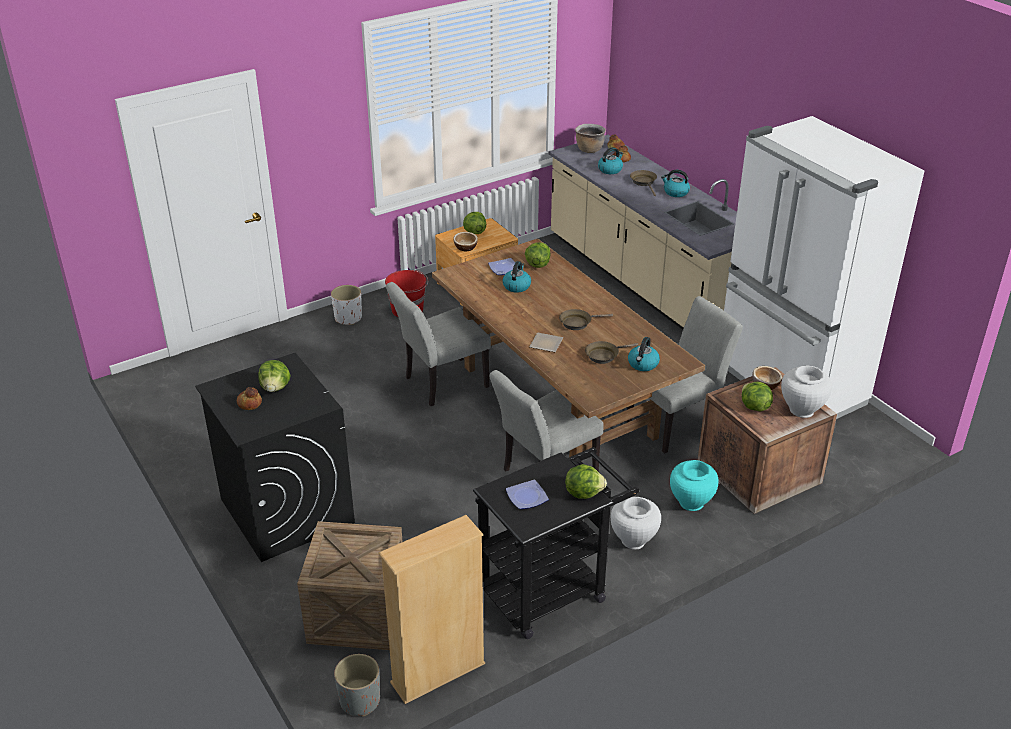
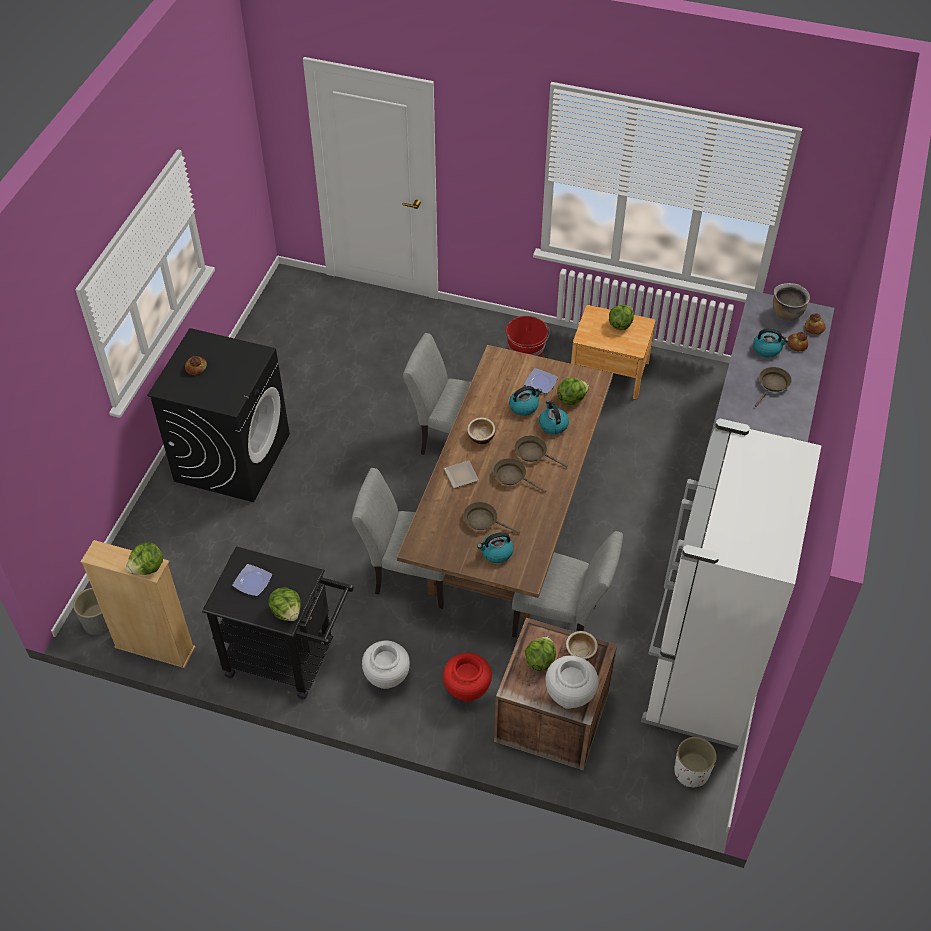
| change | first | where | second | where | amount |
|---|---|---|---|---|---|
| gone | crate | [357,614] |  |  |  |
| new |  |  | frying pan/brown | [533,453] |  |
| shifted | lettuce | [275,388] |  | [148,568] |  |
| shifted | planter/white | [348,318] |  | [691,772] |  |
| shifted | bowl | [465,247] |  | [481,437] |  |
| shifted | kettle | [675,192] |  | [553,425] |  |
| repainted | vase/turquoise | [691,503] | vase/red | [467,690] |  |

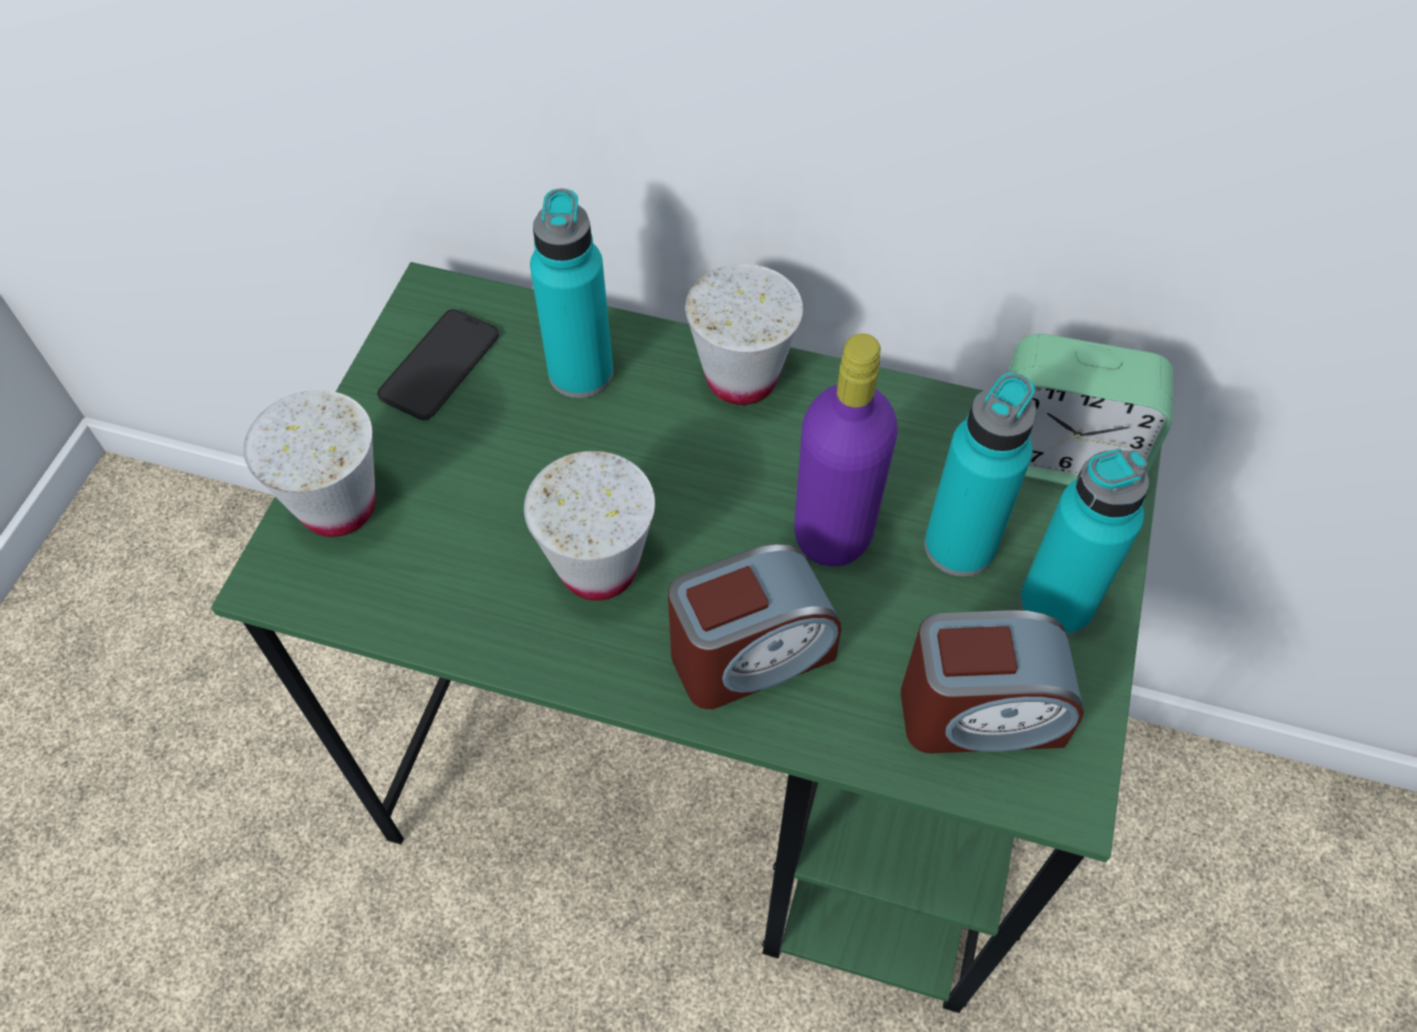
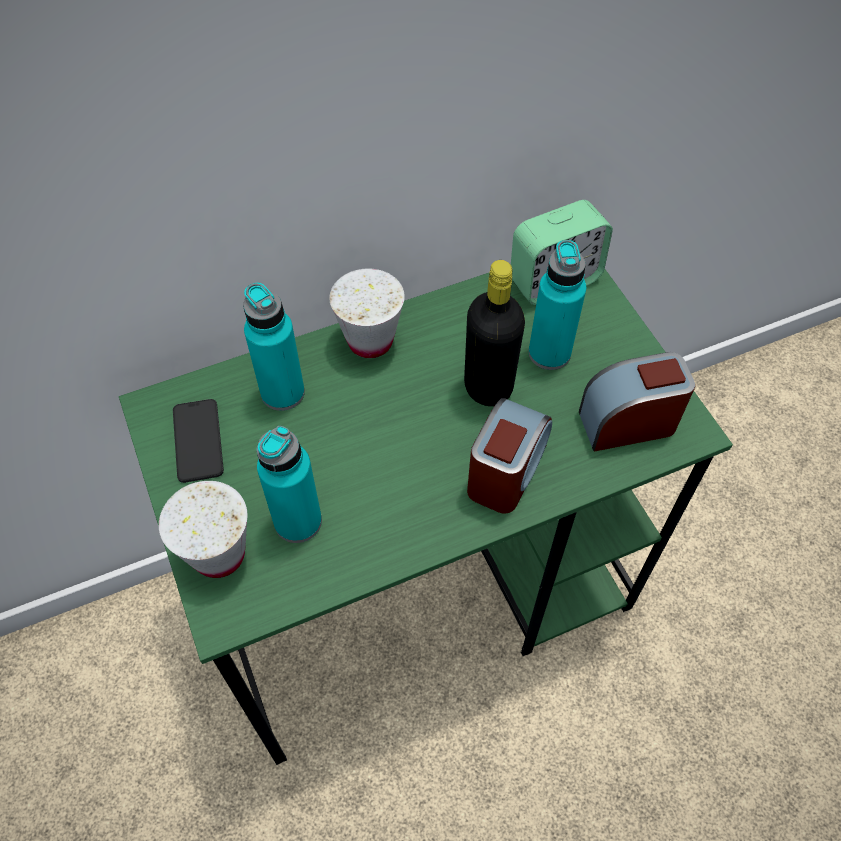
| change | first | where | second | where | amount |
|---|---|---|---|---|---|
| gone | cup/white | [598,568] |  |  |  |
| shifted | bottle/turquoise | [1055,605] |  | [298,521] |  |
| repainted | bottle/purple | [833,533] | bottle/black | [488,387] |  |
| rotated | alarm clock | [980,712] |  | [628,422] | 150 degrees counterclockwise |

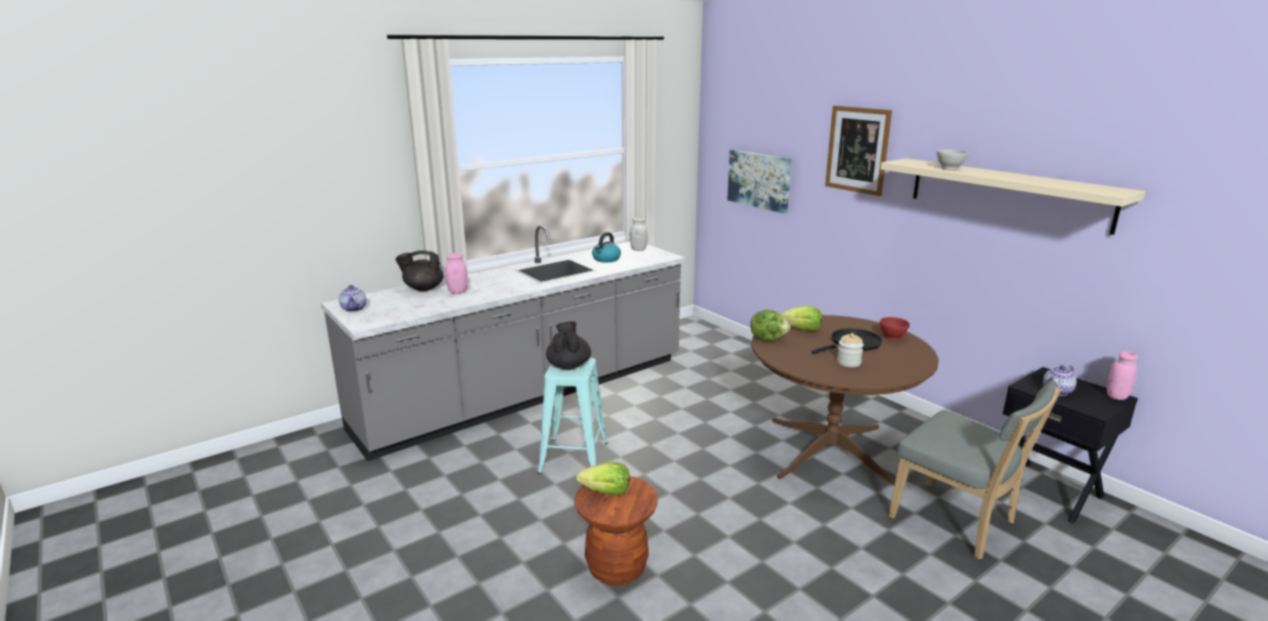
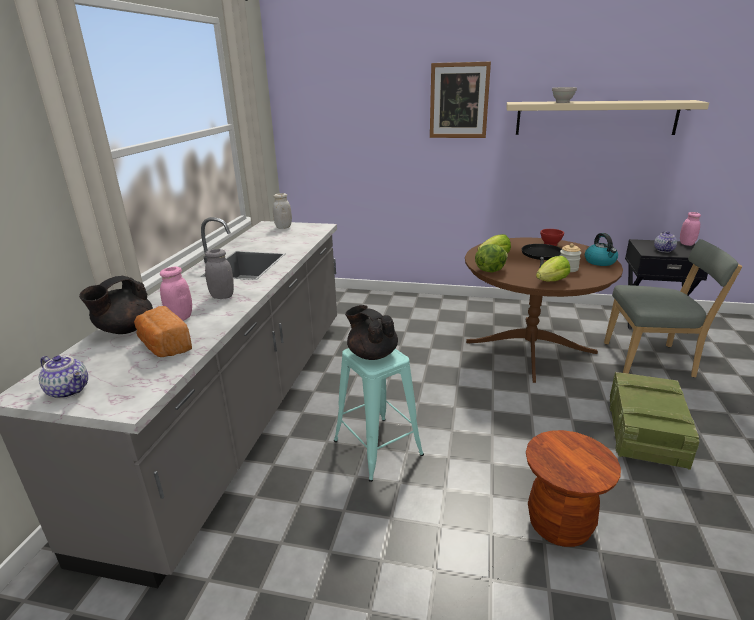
| change | first | where | second | where | amount |
|---|---|---|---|---|---|
| gone | picture | [759,180] |  |  |  |
| new |  |  | bread | [164,346] |  |
| new |  |  | jar/grey | [222,296] |  |
| new |  |  | crate | [644,433] |  |
| shifted | lettuce | [606,492] |  | [552,281] |  |
| shifted | kettle | [606,259] |  | [600,262] |  |

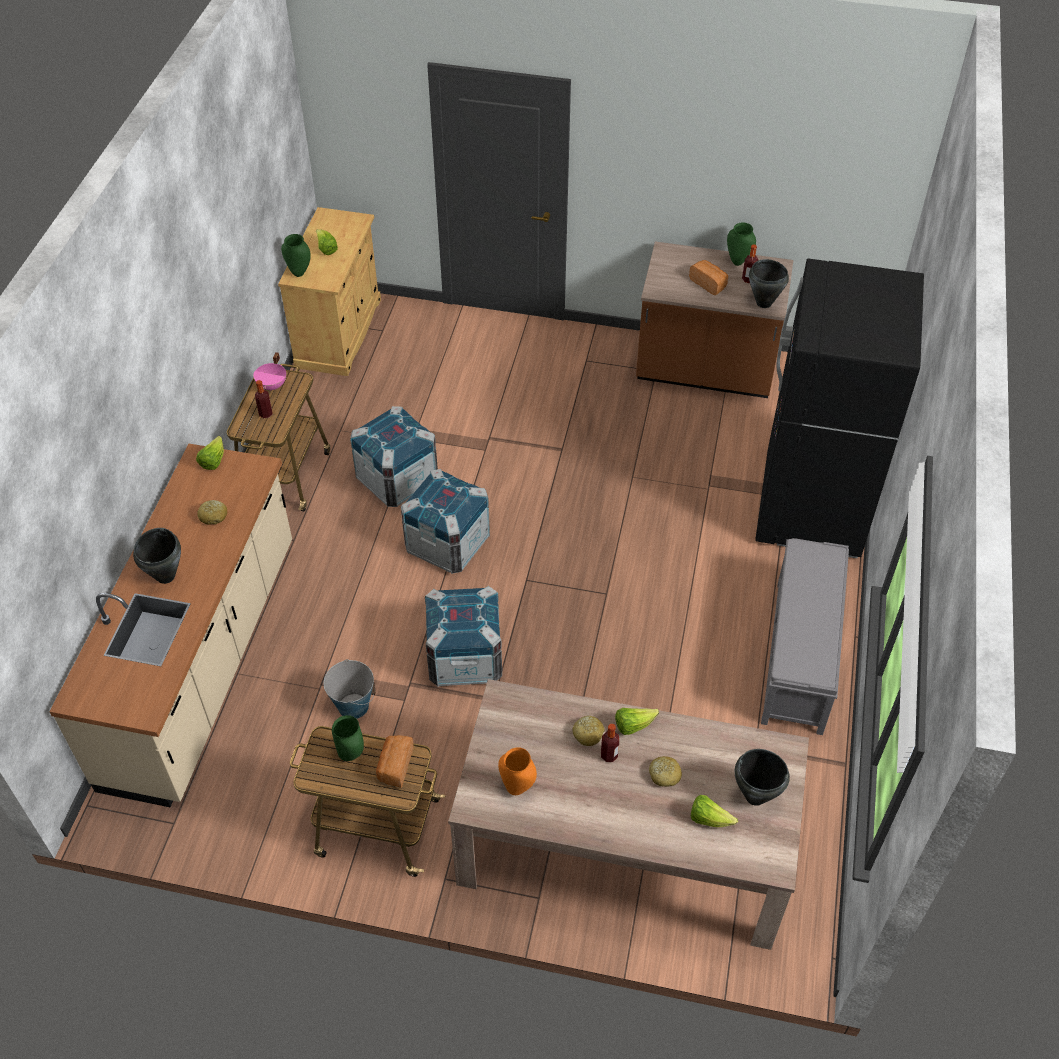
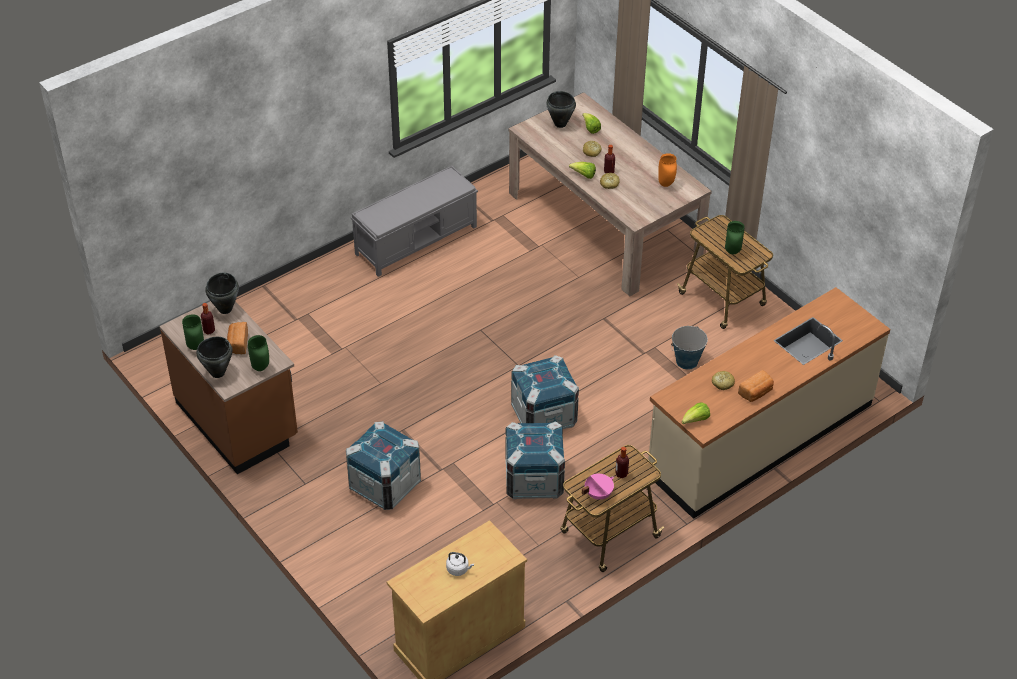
| change | first | where | second | where | amount |
|---|---|---|---|---|---|
| gone | fridge/black | [811,507] |  |  |  |
| shifted | cooking pot/black | [166,576] |  | [217,373] |  |
| shifted | vase/green | [299,273] |  | [261,367] |  |
| shifted | bread | [394,766] |  | [756,393] |  |
| shifted | crate | [465,658] |  | [385,485] |  |
| swapped | lettuce | [326,249] | kettle/white | [459,569] |  |

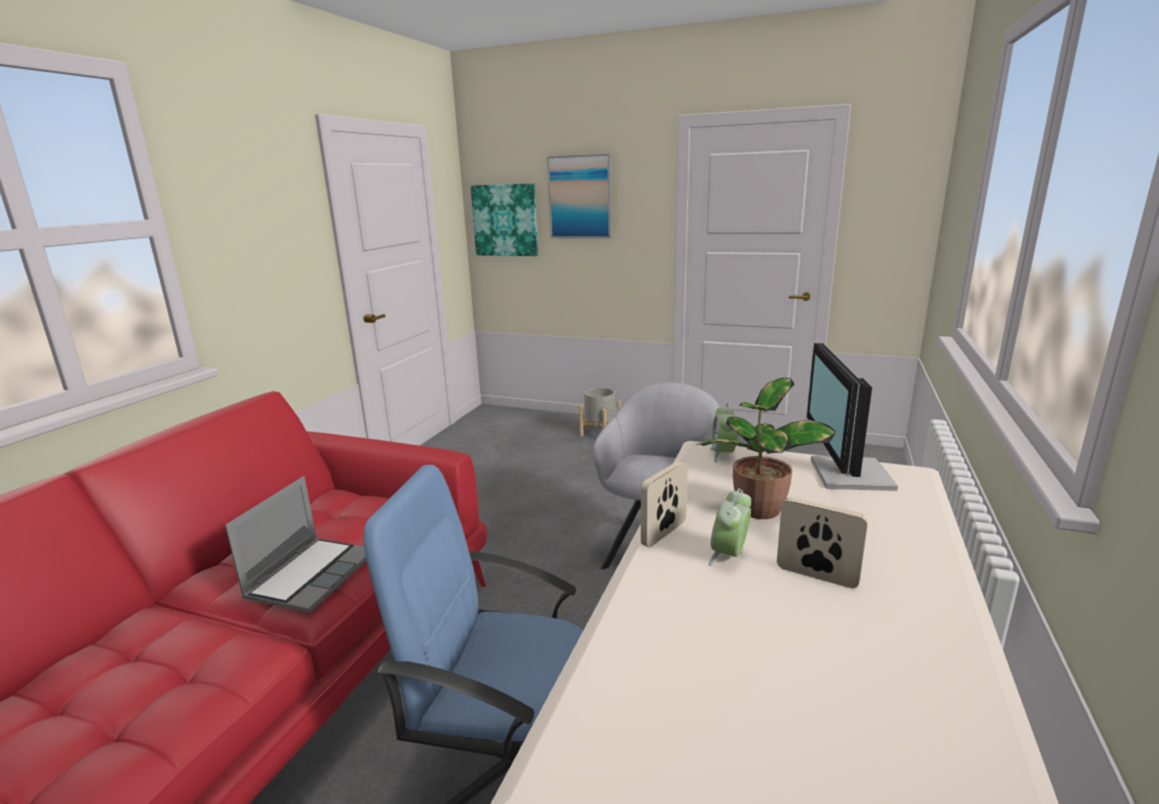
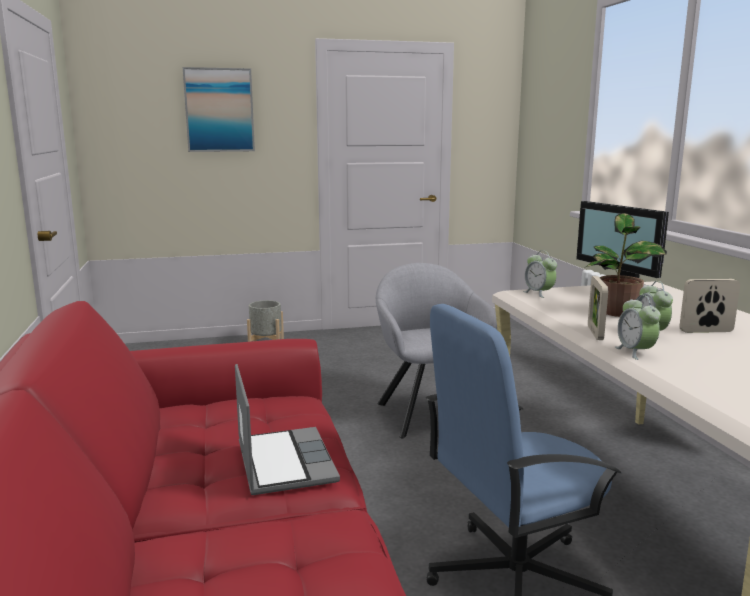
| change | first | where | second | where | amount |
|---|---|---|---|---|---|
| gone | picture | [505,220] |  |  |  |
| new |  |  | alarm clock | [635,352] |  |

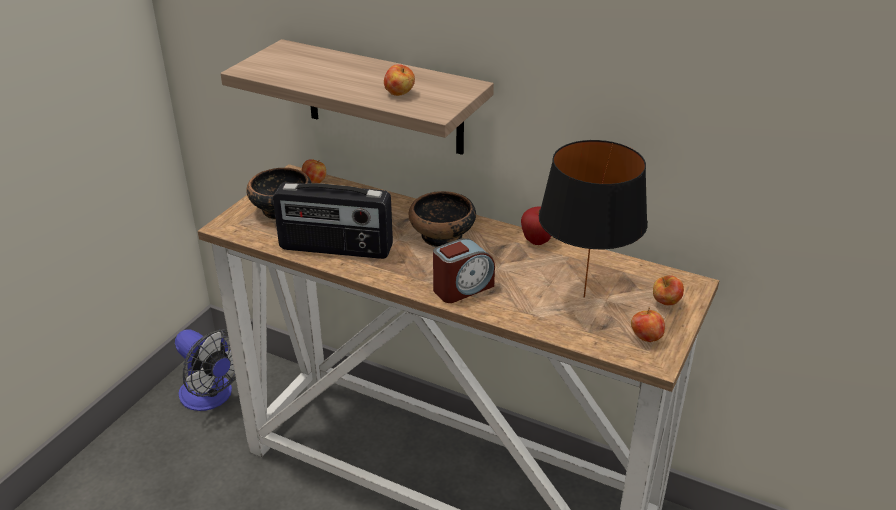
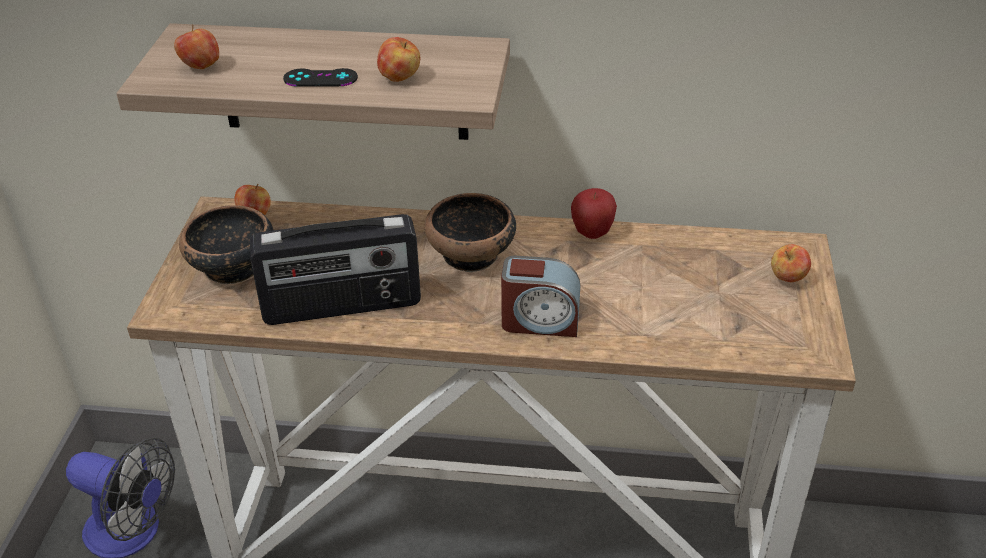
| change | first | where | second | where | amount |
|---|---|---|---|---|---|
| gone | table lamp/black | [583,296] |  |  |  |
| new |  |  | game controller/black | [320,78] |  |
| shifted | apple | [645,338] |  | [201,67] |  |
| rotated | alarm clock | [462,288] |  | [540,321] | 60 degrees clockwise |

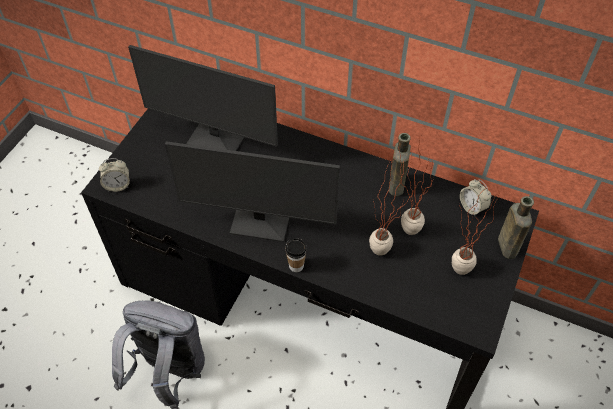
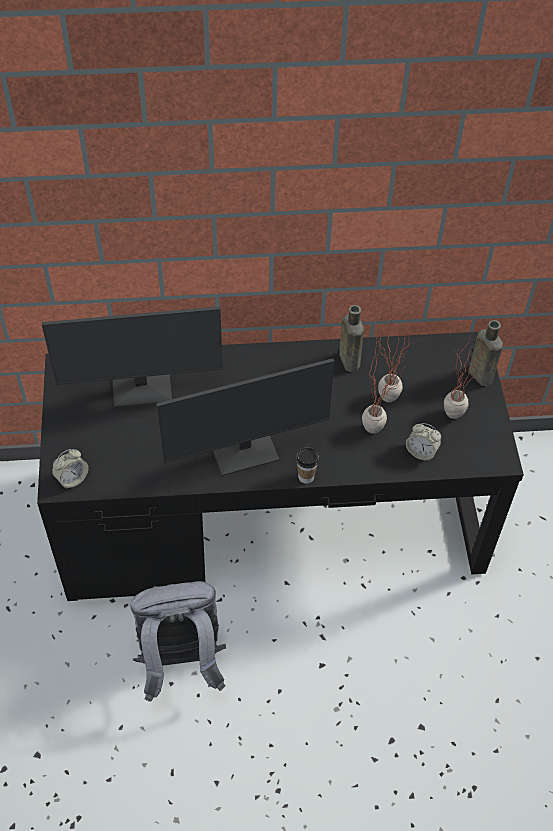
| change | first | where | second | where | amount |
|---|---|---|---|---|---|
| shifted | alarm clock | [472,207] |  | [421,452] |  |

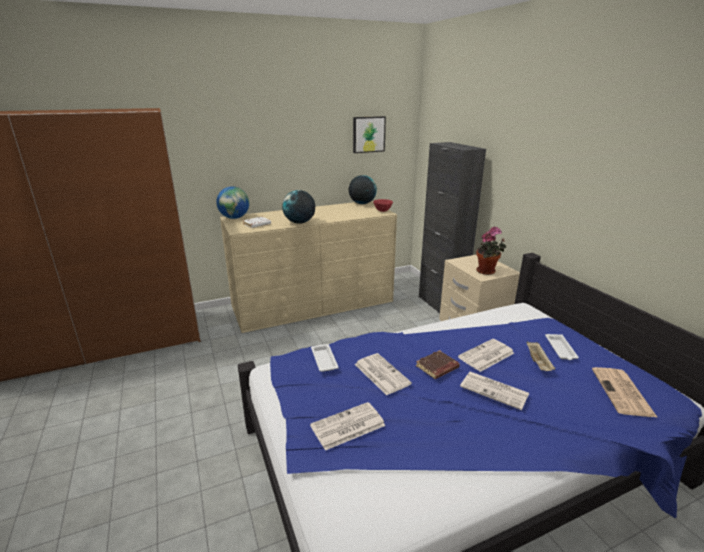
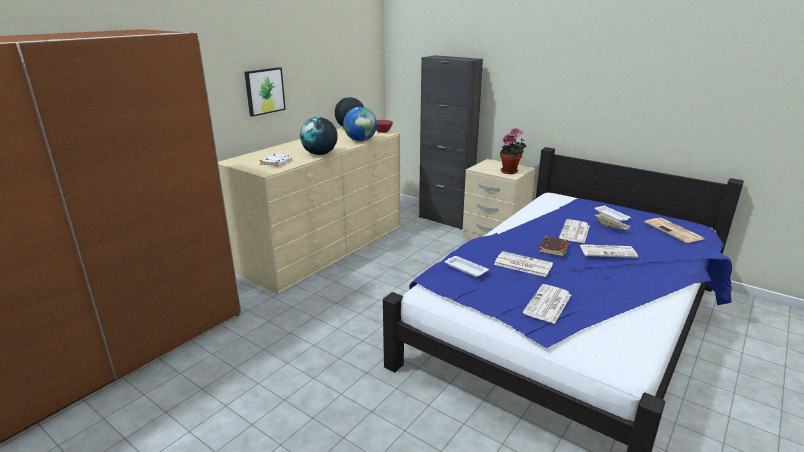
| change | first | where | second | where | amount |
|---|---|---|---|---|---|
| shifted | globe | [234,218] |  | [360,140] |  |
| shifted | picture | [368,134] |  | [264,91] |  |

